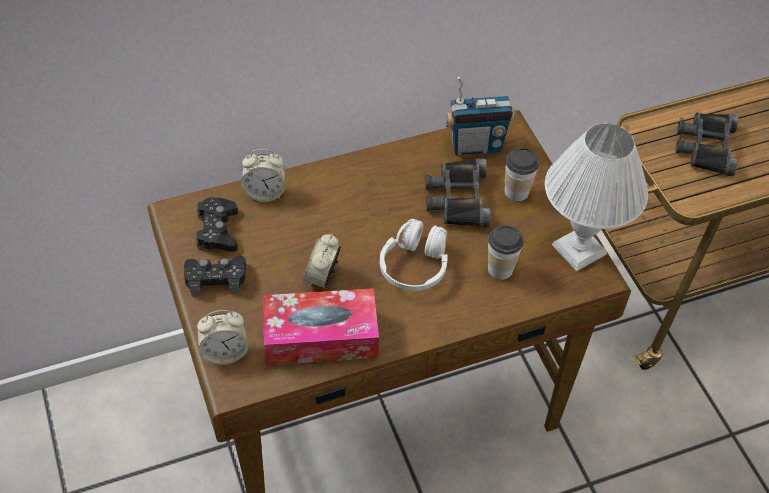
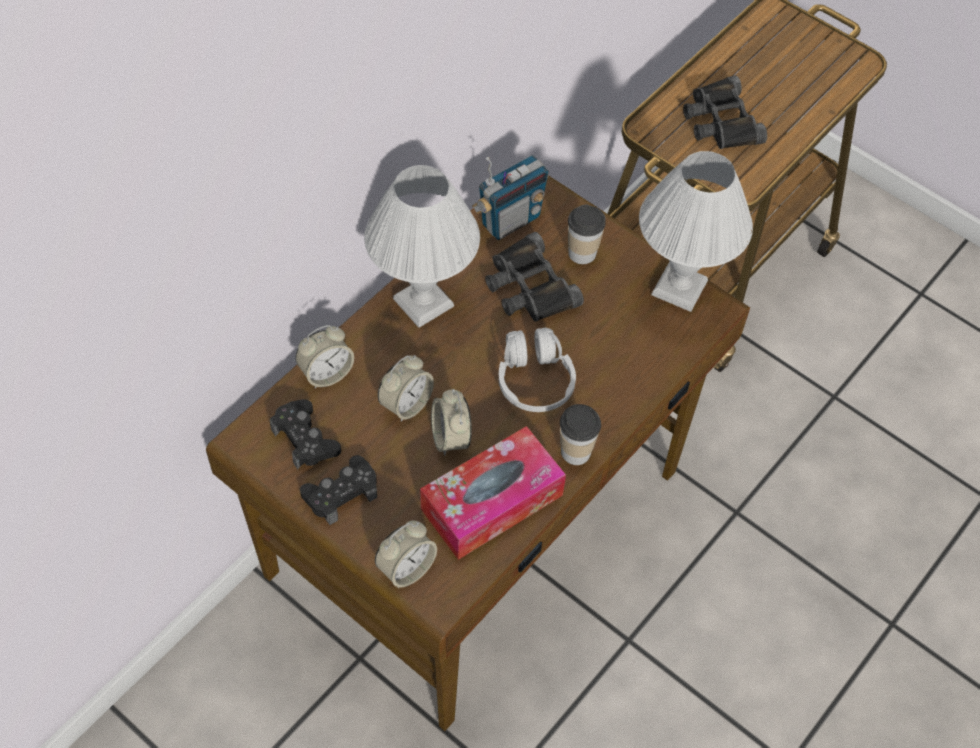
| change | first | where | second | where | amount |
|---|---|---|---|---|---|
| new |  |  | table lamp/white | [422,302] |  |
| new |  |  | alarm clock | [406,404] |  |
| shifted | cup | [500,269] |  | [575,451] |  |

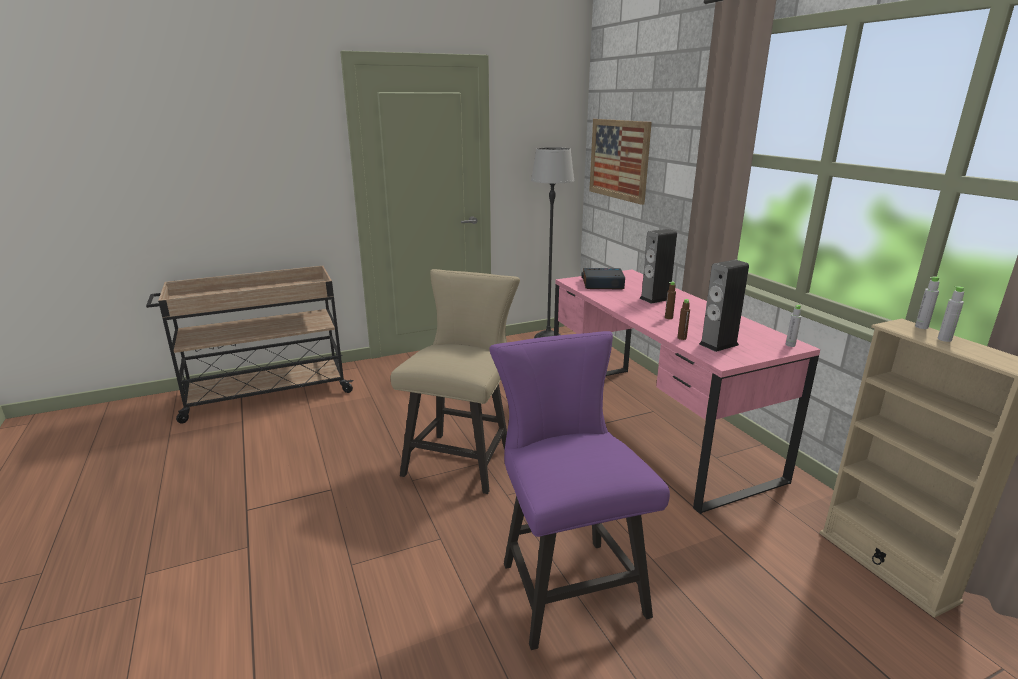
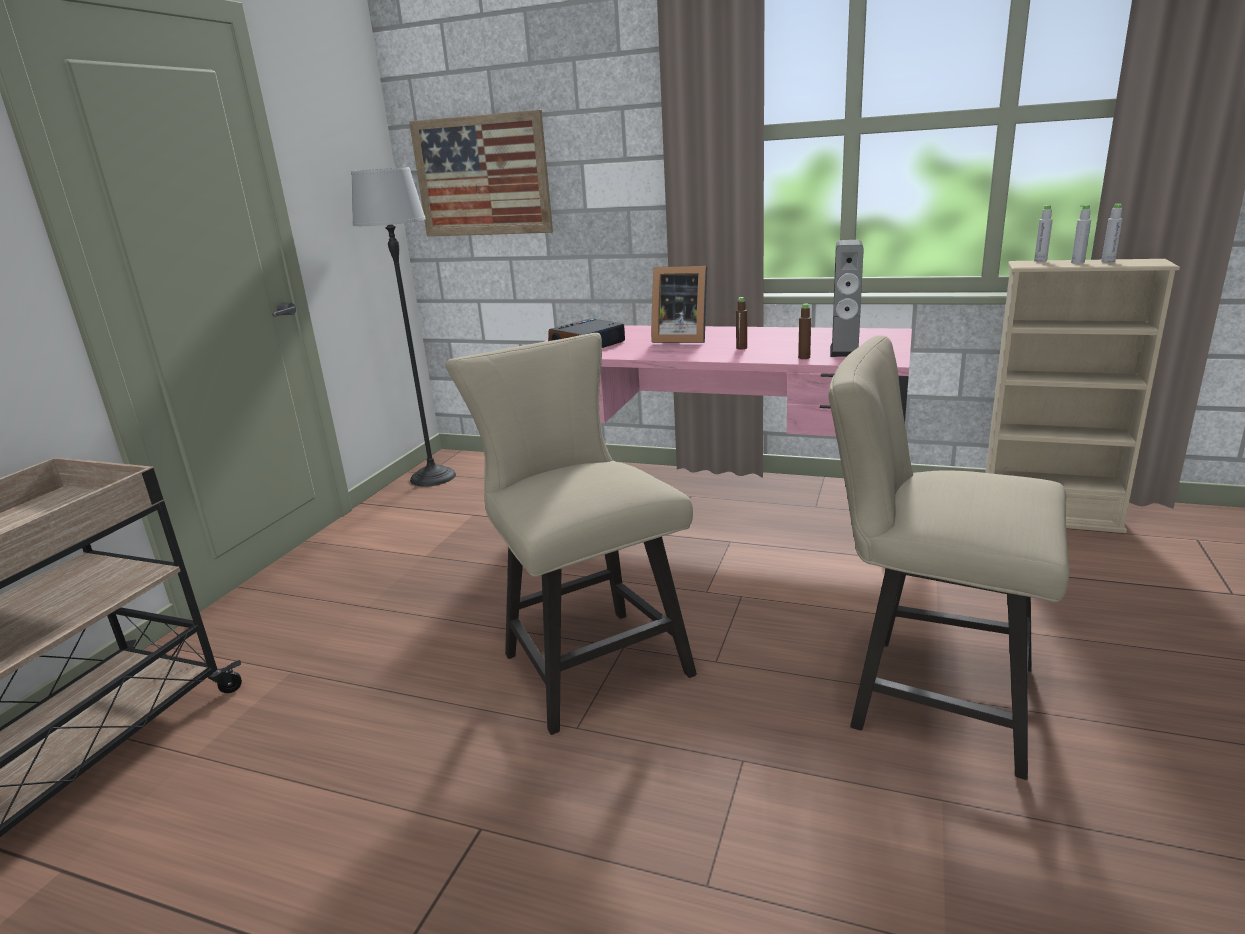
| change | first | where | second | where | amount |
|---|---|---|---|---|---|
| shifted | bottle/grey | [790,345] |  | [1108,262] |  |
| swapped | speaker | [655,299] | picture frame | [679,339] |  |
| repainted | chair/purple | [566,582] | chair/beige | [926,695] |  |

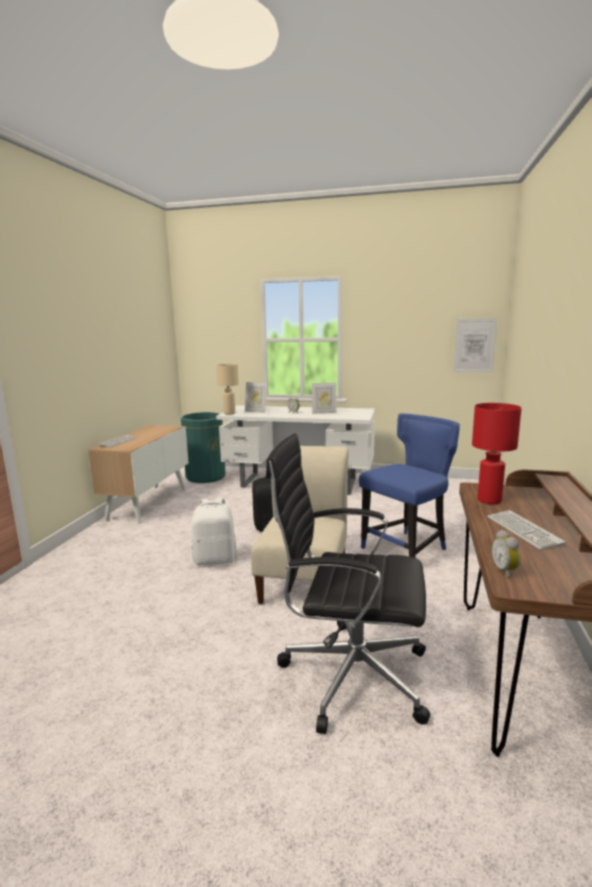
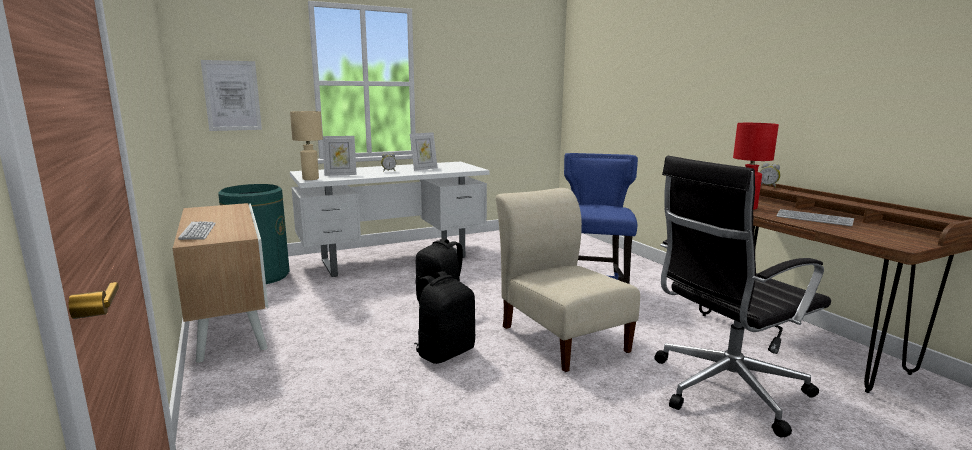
| change | first | where | second | where | amount |
|---|---|---|---|---|---|
| shifted | picture | [474,345] |  | [232,96] |  |
| shifted | alarm clock | [505,571] |  | [768,186] |  |
| repainted | backpack/white | [215,559] | backpack/black | [445,352] |  |

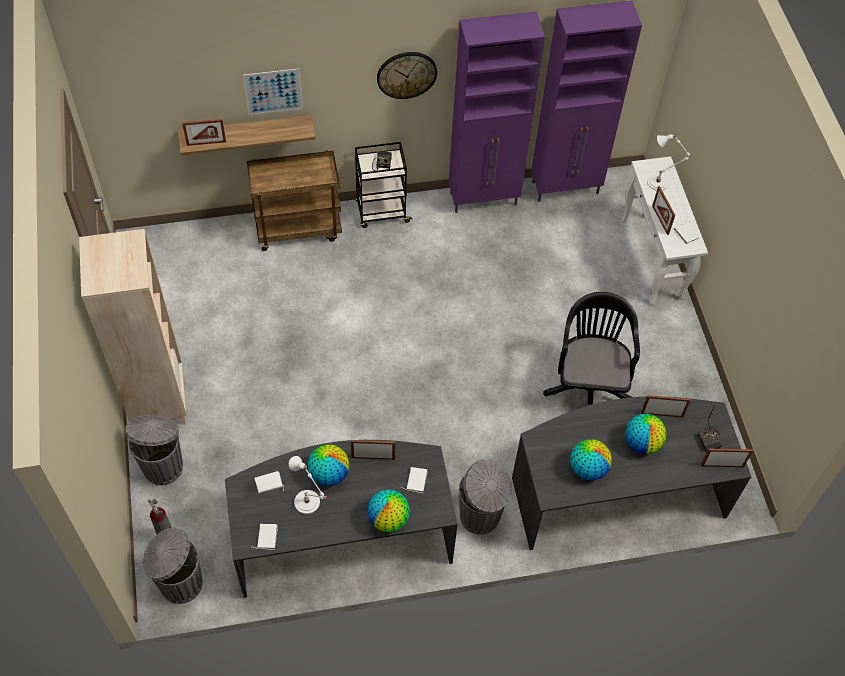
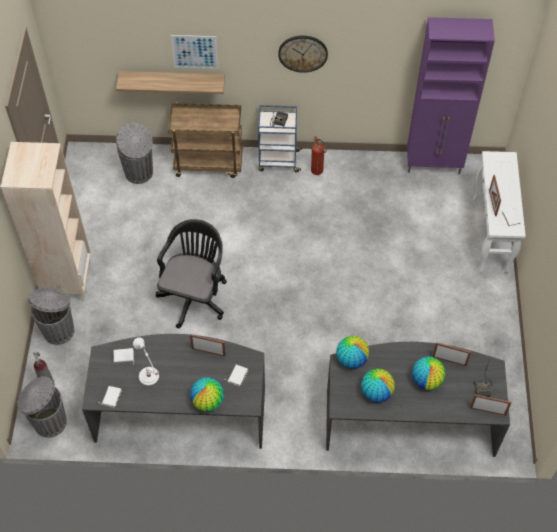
| change | first | where | second | where | amount |
|---|---|---|---|---|---|
| gone | picture frame | [206,143] |  |  |  |
| gone | cabinet/purple | [484,199] |  |  |  |
| gone | table lamp/white | [659,182] |  |  |  |
| new |  |  | fire extinguisher | [318,173] |  |
| shifted | globe | [329,474] |  | [351,359] |  |
| shifted | trash can/grey | [480,516] |  | [139,173] |  |
| shifted | office chair/black | [588,385] |  | [195,295] |  |
| repainted | cart/black | [381,212] | cart/blue | [278,161] |  |

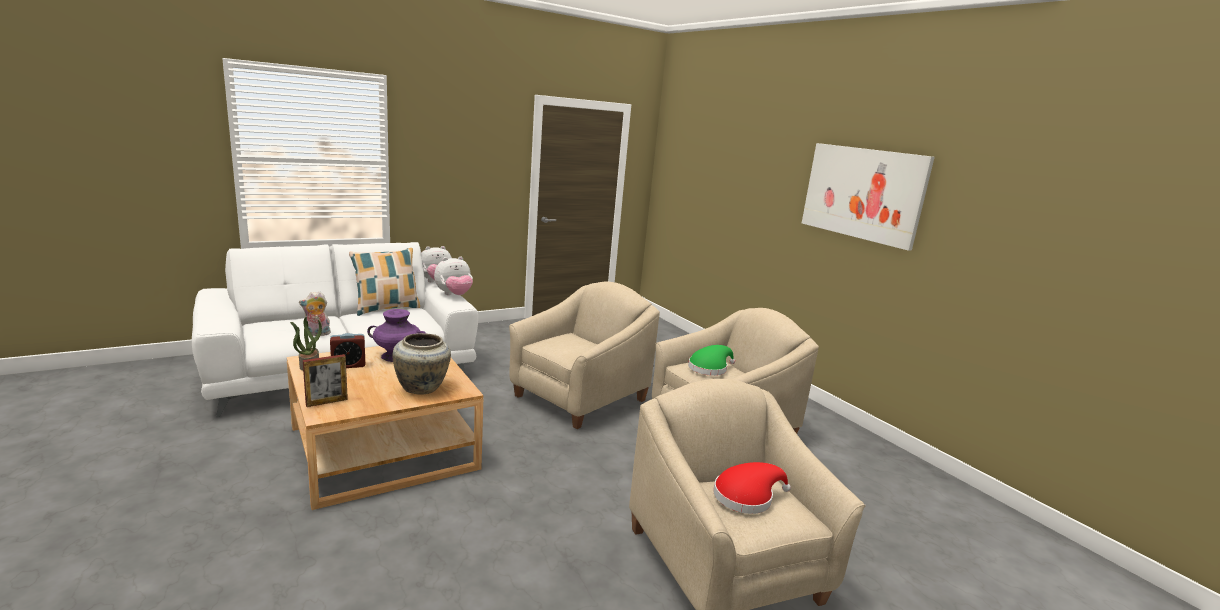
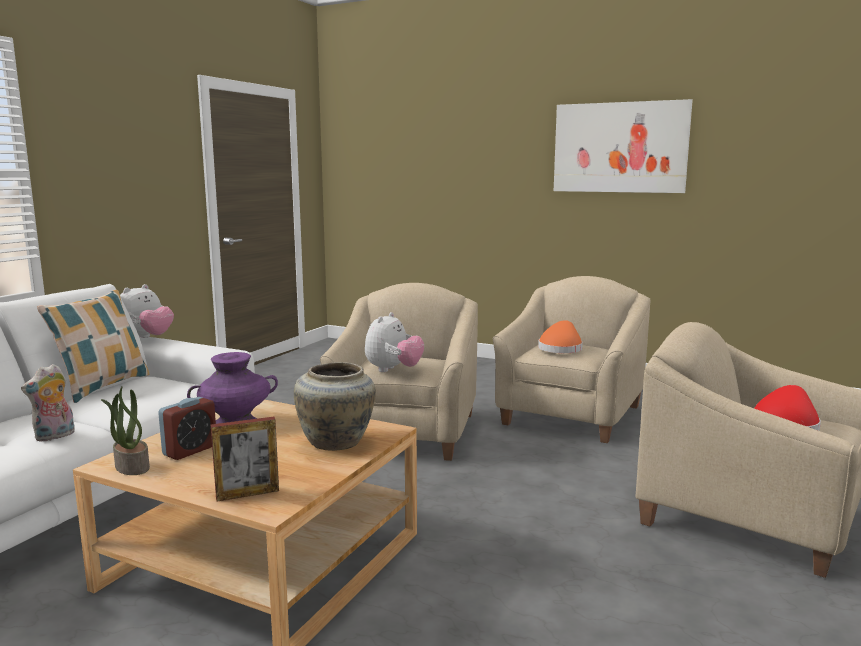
| change | first | where | second | where | amount |
|---|---|---|---|---|---|
| shifted | plush toy | [454,295] |  | [393,370] |  |
| repainted | hat/green | [709,368] | hat/orange | [560,348] |  |
| rotated | picture frame | [326,402] |  | [247,494] | 45 degrees clockwise |

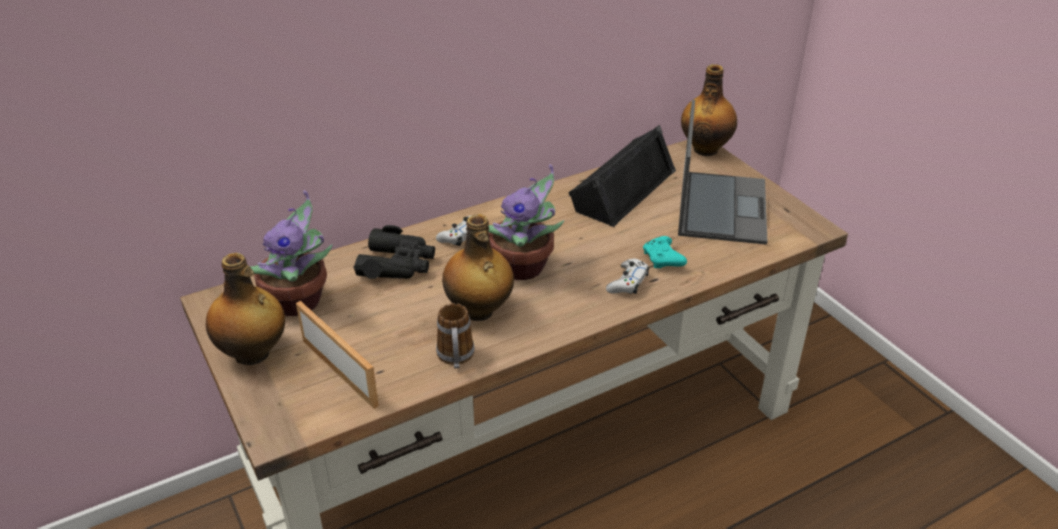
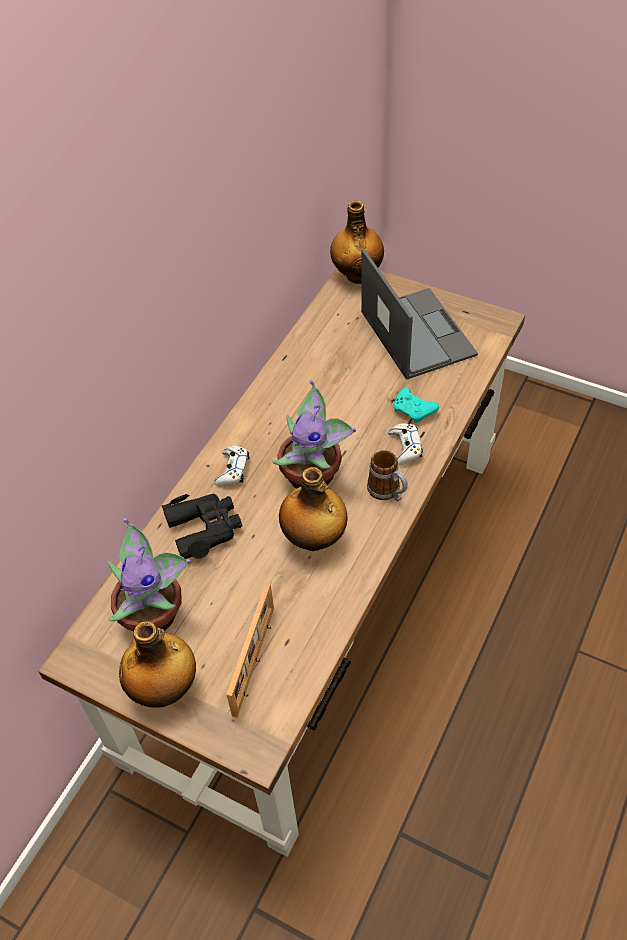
| change | first | where | second | where | amount |
|---|---|---|---|---|---|
| gone | speaker/black | [621,188] |  |  |  |
| shifted | mug | [456,359] |  | [388,492] |  |
| rotated | picture frame | [341,371] |  | [255,660] | 90 degrees clockwise |

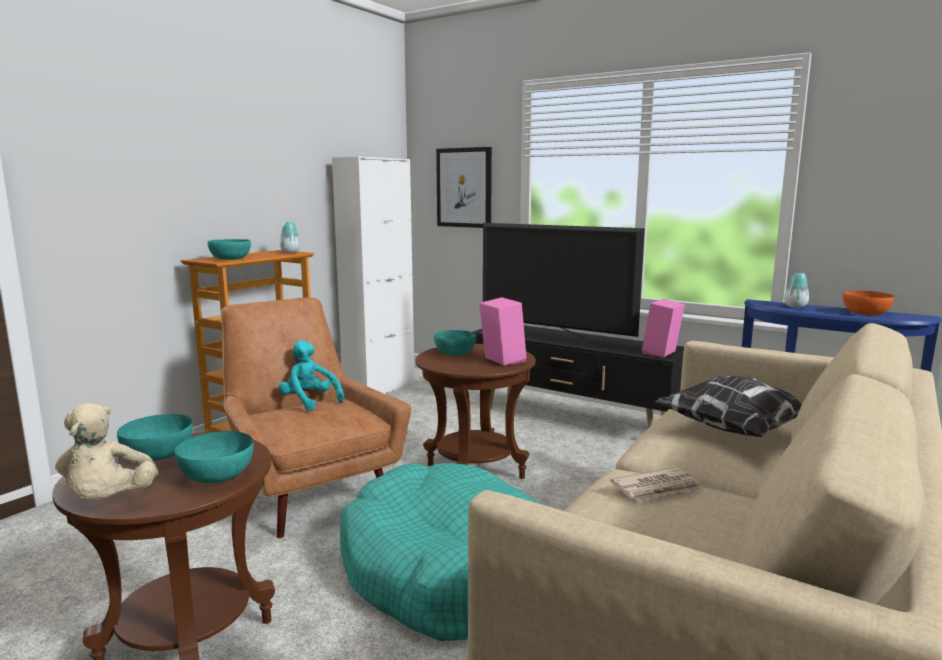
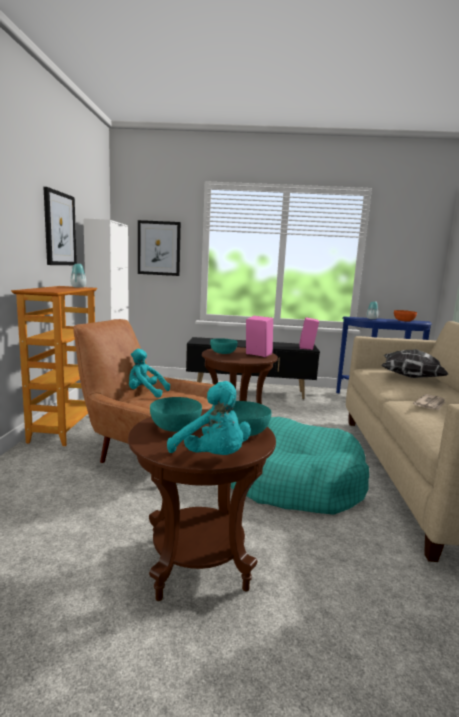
| change | first | where | second | where | amount |
|---|---|---|---|---|---|
| gone | bowl/turquoise | [230,259] |  |  |  |
| gone | television | [555,339] |  |  |  |
| new |  |  | picture | [59,229] |  |
| repainted | plush toy/beige | [109,502] | plush toy/turquoise | [212,458] |  |

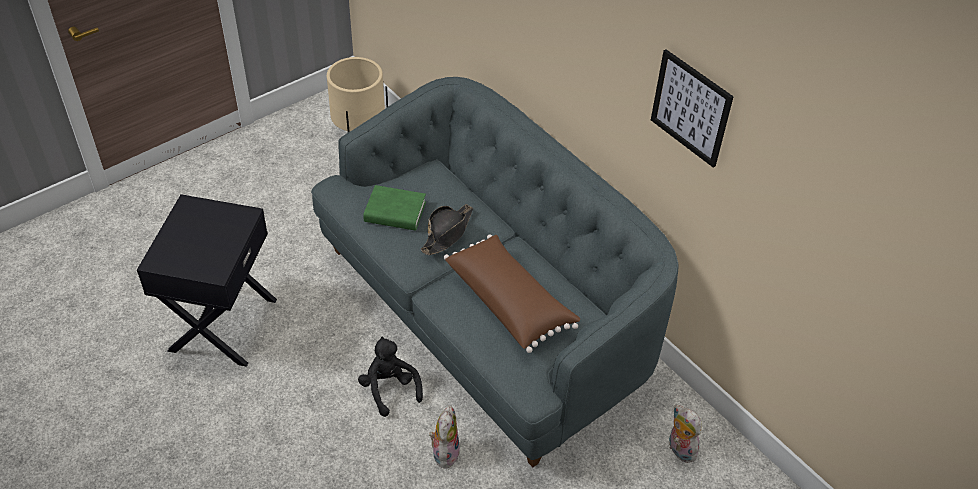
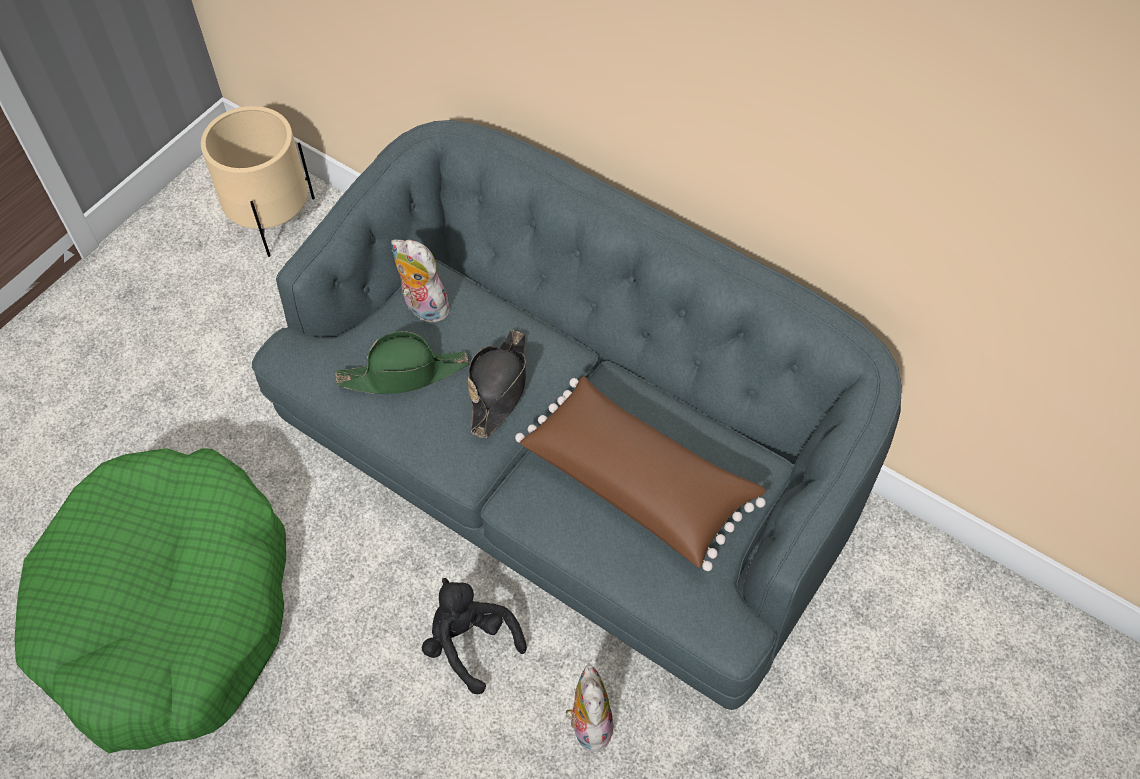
| change | first | where | second | where | amount |
|---|---|---|---|---|---|
| gone | picture | [691,108] |  |  |  |
| shifted | plush toy | [679,449] |  | [422,307] |  |
| swapped | side table/black | [221,324] | dog bed/green | [169,610] |  |
| swapped | book/green | [395,212] | hat/green | [404,374] |  |

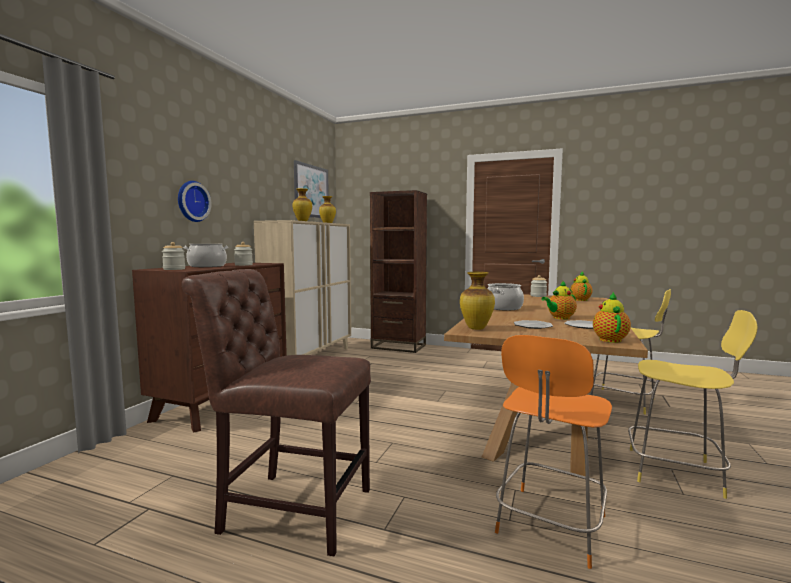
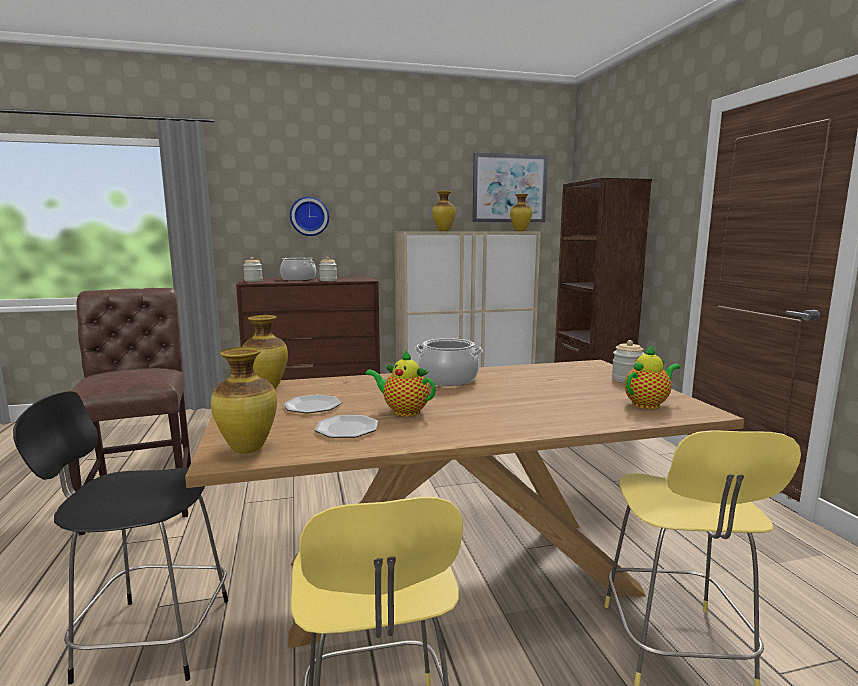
| change | first | where | second | where | amount |
|---|---|---|---|---|---|
| swapped | teapot | [609,339] | vase | [247,449] |  |
| repainted | stool/orange | [550,526] | stool/black | [150,638] |  |

